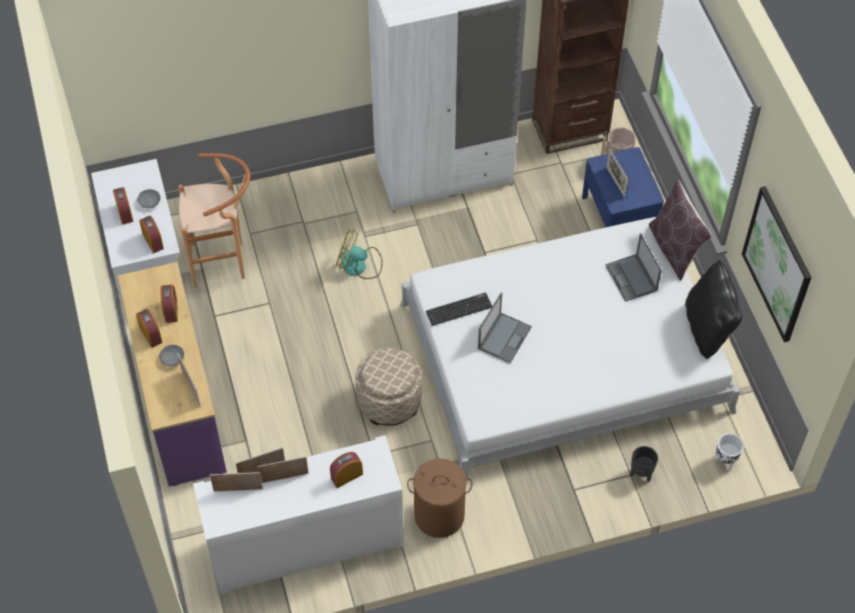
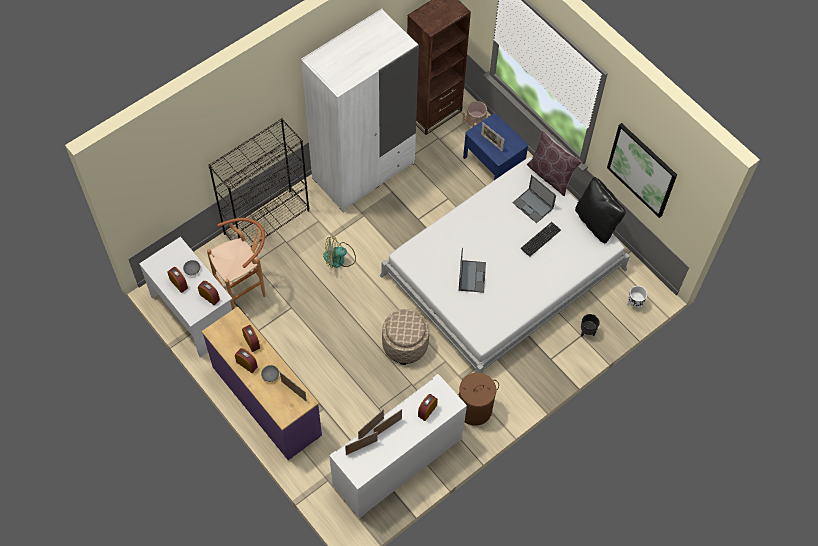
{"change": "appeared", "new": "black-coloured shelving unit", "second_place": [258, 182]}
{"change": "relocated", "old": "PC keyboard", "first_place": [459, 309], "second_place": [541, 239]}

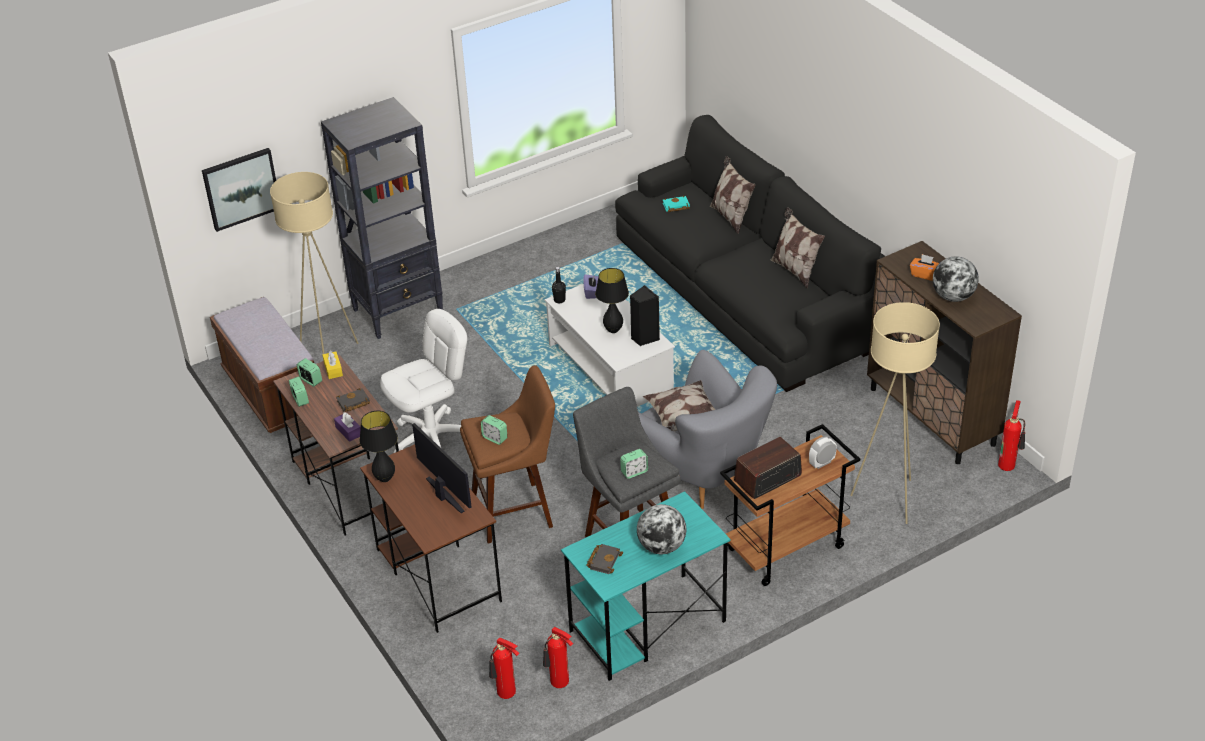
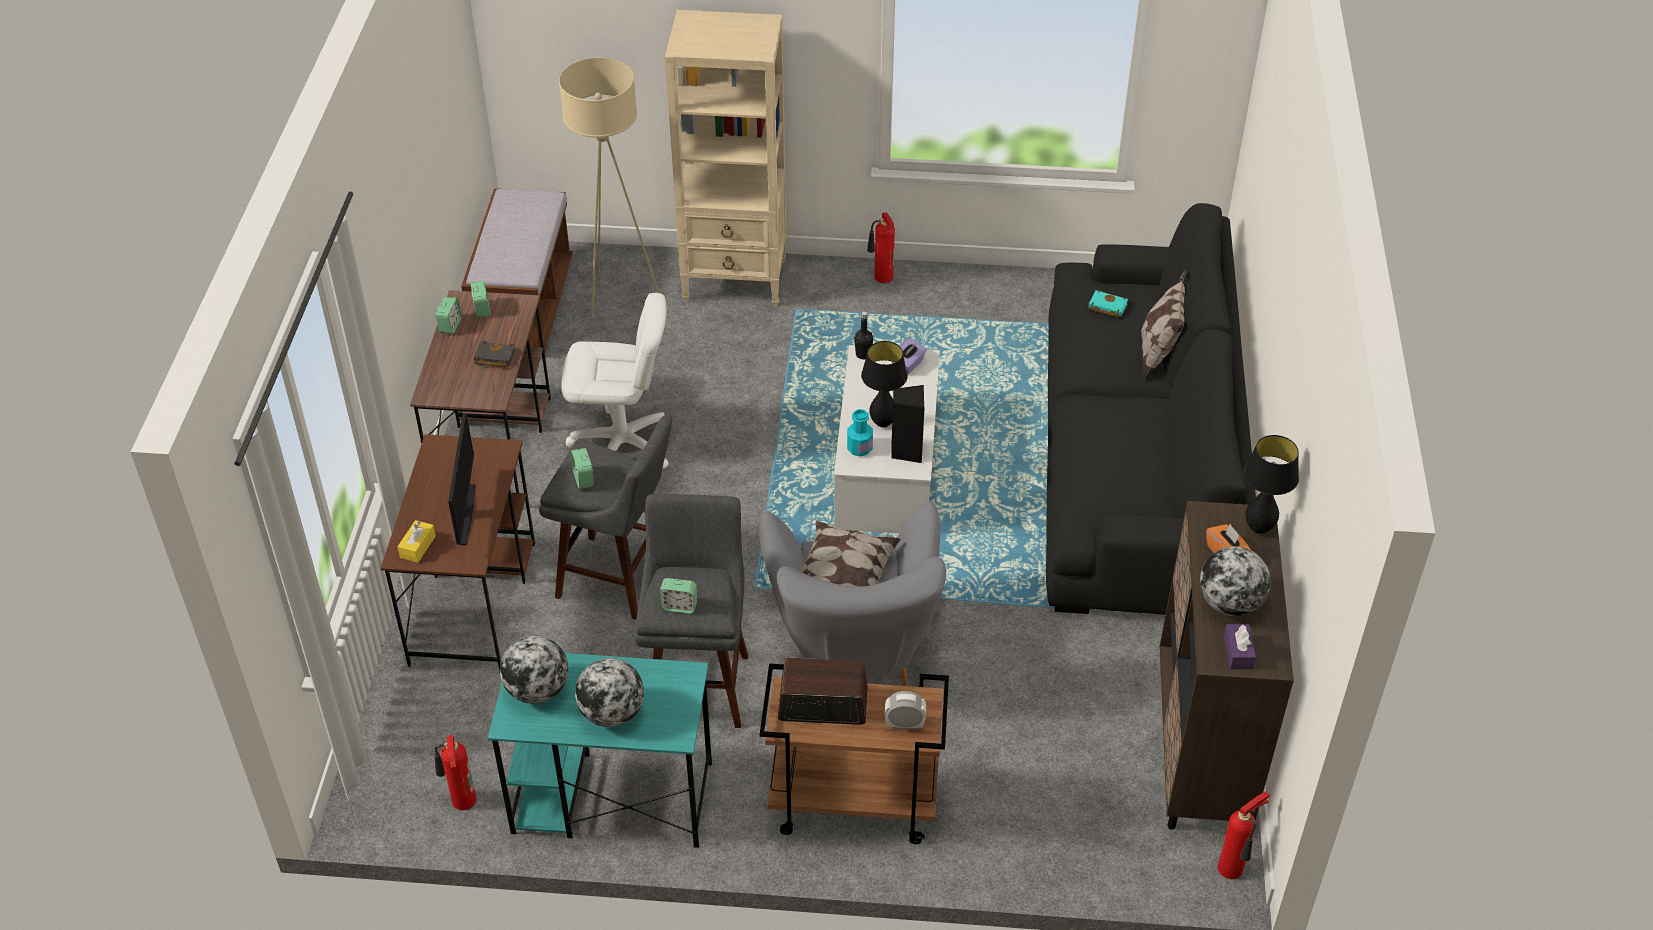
{"change": "missing", "old": "wall picture", "first_place": [239, 190]}
{"change": "missing", "old": "throw pillow", "first_place": [797, 247]}
{"change": "missing", "old": "sand-coloured standard lamp", "first_place": [895, 413]}
{"change": "appeared", "new": "turquoise bottle", "second_place": [860, 432]}
{"change": "relocated", "old": "yellow box of tissues", "first_place": [333, 364], "second_place": [416, 541]}
{"change": "relocated", "old": "purplish box of tissues", "first_place": [347, 427], "second_place": [1240, 646]}
{"change": "relocated", "old": "black-coloured tabletop lamp", "first_place": [378, 446], "second_place": [1271, 484]}
{"change": "relocated", "old": "extinguisher", "first_place": [504, 668], "second_place": [881, 247]}
{"change": "exchanged", "old": "black-coloured bound book", "new": "globe", "first_place": [605, 559], "second_place": [534, 669]}
{"change": "colour", "old": "black-coloured shelving unit", "new": "sand-coloured shelving unit", "first_place": [382, 218], "second_place": [725, 158]}
{"change": "colour", "old": "brown-coloured stool", "new": "greyish stool", "first_place": [507, 454], "second_place": [605, 517]}

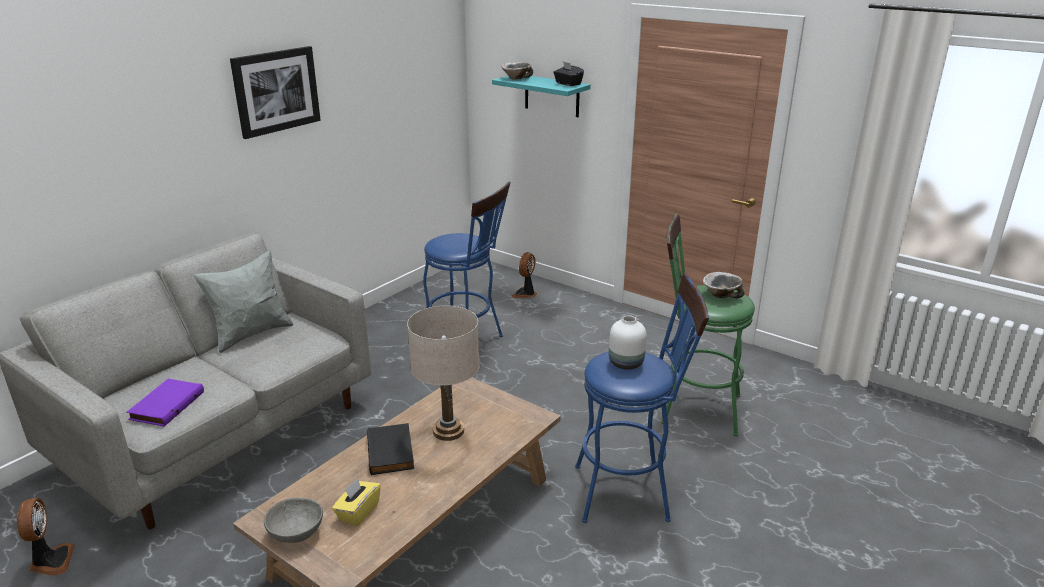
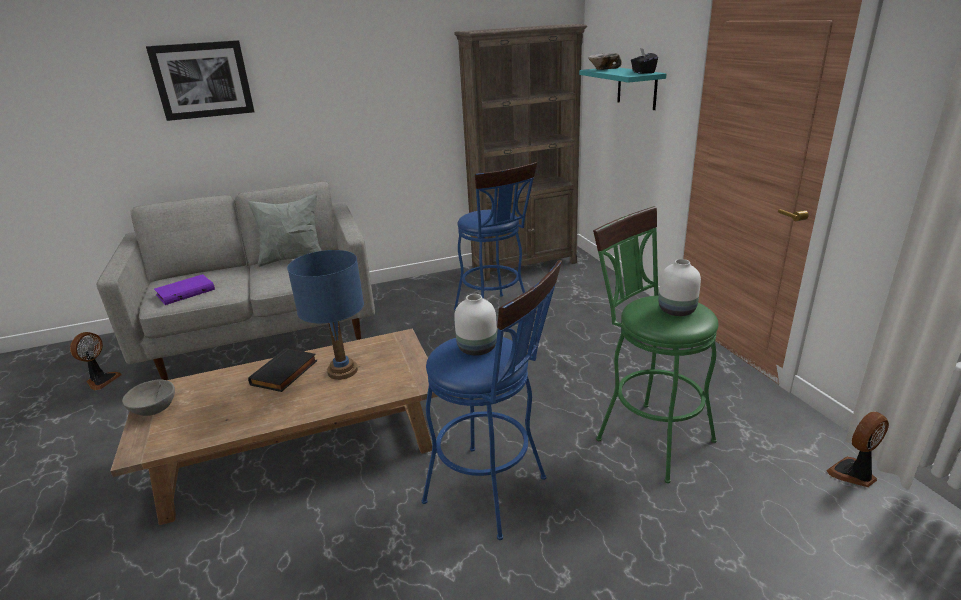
{"change": "missing", "old": "yellow box of tissues", "first_place": [356, 501]}
{"change": "appeared", "new": "brown-coloured shelving unit", "second_place": [520, 152]}
{"change": "relocated", "old": "wall picture", "first_place": [275, 92], "second_place": [200, 80]}
{"change": "relocated", "old": "cooling fan", "first_place": [524, 275], "second_place": [857, 449]}
{"change": "exchanged", "old": "deep dish", "new": "whitish flower vase", "first_place": [724, 285], "second_place": [679, 287]}
{"change": "colour", "old": "sand-coloured tabletop lamp", "new": "blue-coloured tabletop lamp", "first_place": [443, 373], "second_place": [325, 315]}

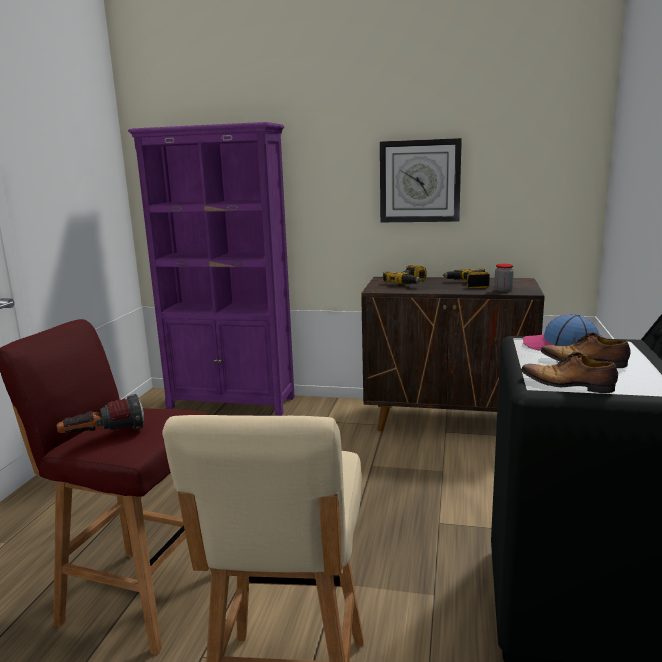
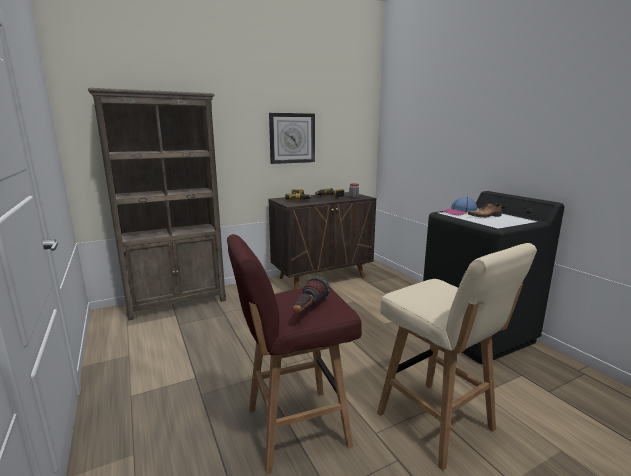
{"change": "missing", "old": "low shoe", "first_place": [569, 372]}
{"change": "colour", "old": "purplish shelving unit", "new": "brown-coloured shelving unit", "first_place": [211, 269], "second_place": [157, 204]}

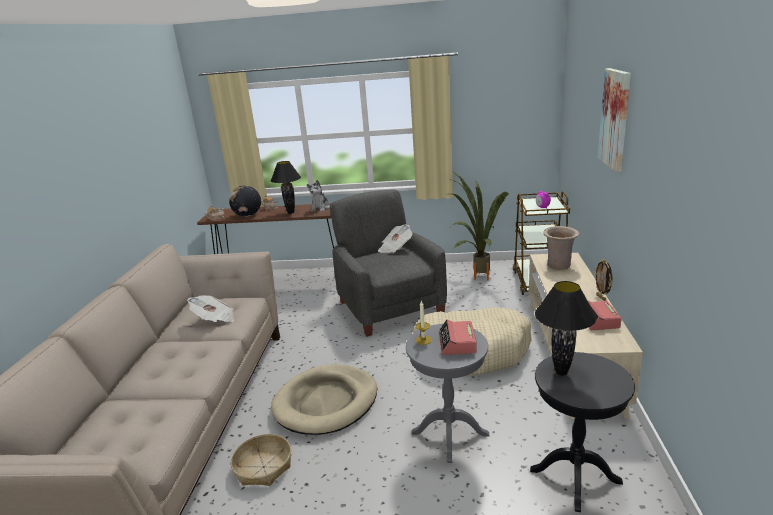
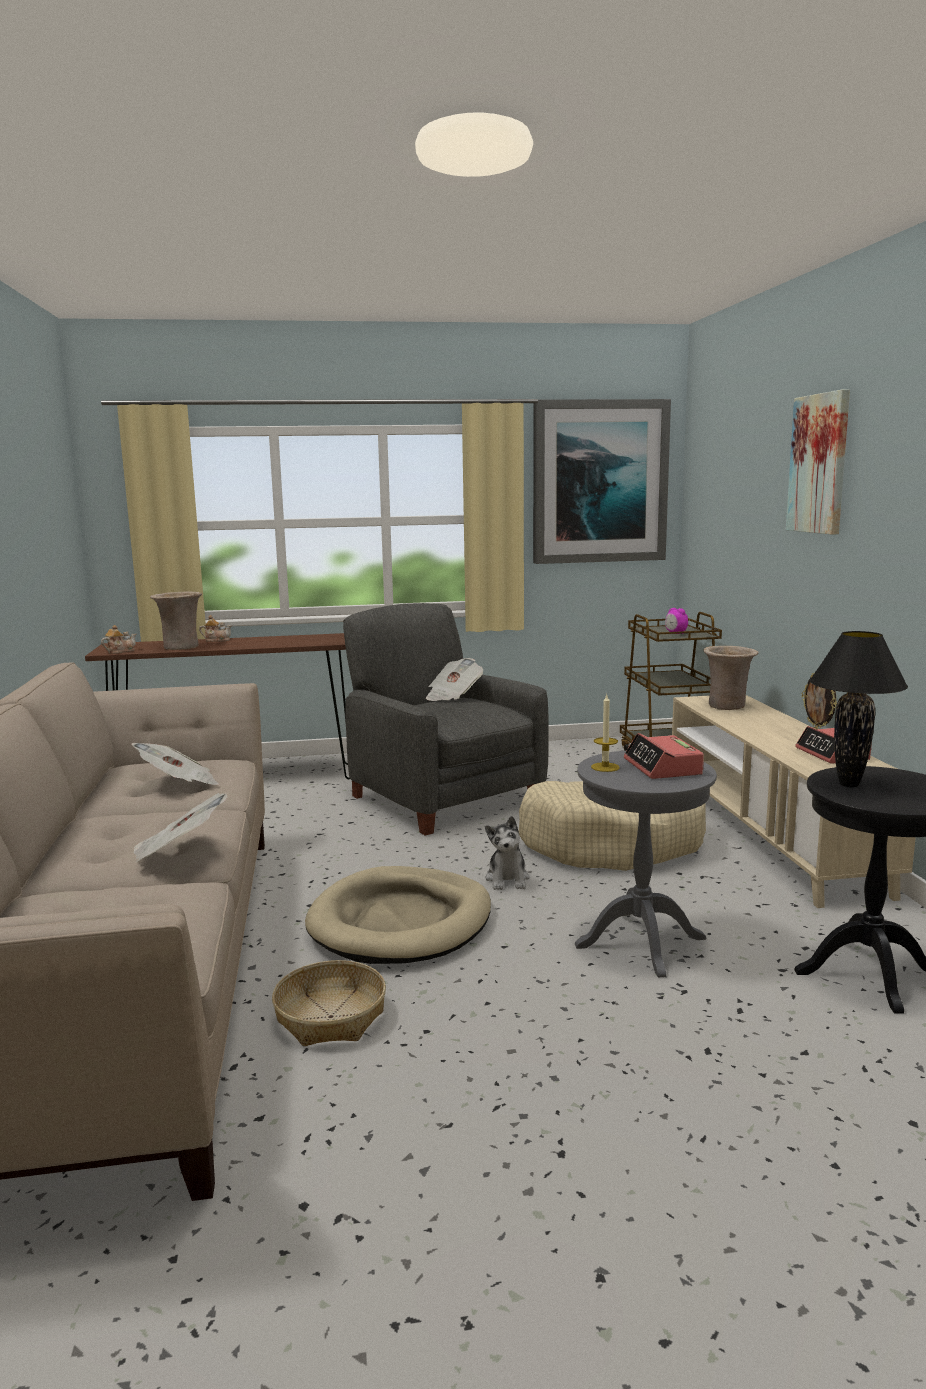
{"change": "missing", "old": "black-coloured tabletop lamp", "first_place": [286, 187]}
{"change": "missing", "old": "houseplant", "first_place": [479, 226]}
{"change": "appeared", "new": "daily paper", "second_place": [180, 827]}
{"change": "appeared", "new": "wall picture", "second_place": [602, 481]}
{"change": "relocated", "old": "cuddly toy", "first_place": [318, 196], "second_place": [507, 853]}
{"change": "exchanged", "old": "globe", "new": "sand-coloured flower vase", "first_place": [245, 201], "second_place": [176, 621]}

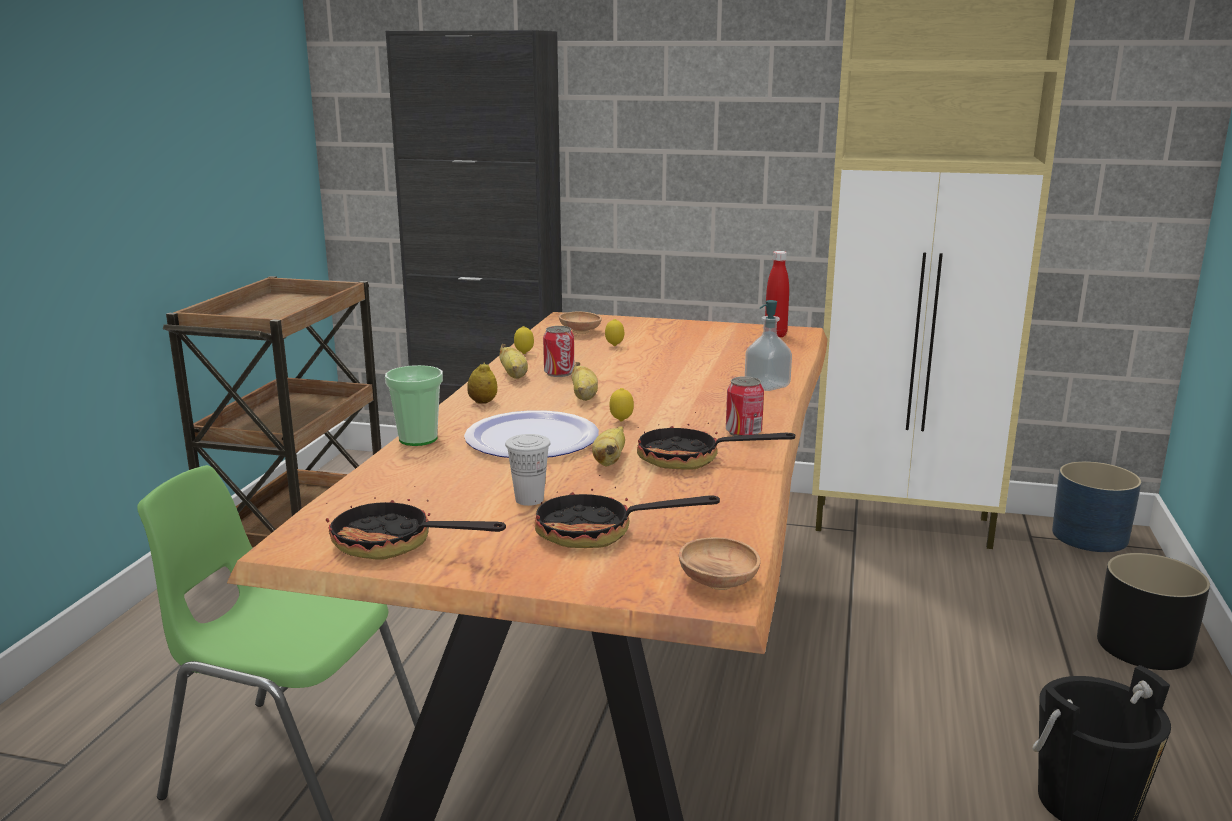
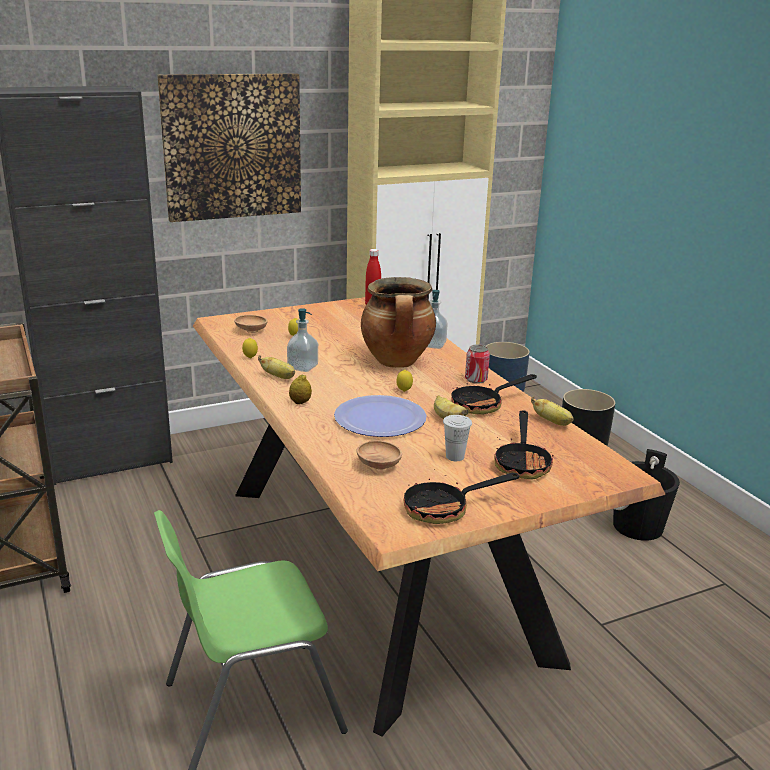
{"change": "missing", "old": "drinking cup", "first_place": [414, 405]}
{"change": "appeared", "new": "wall picture", "second_place": [229, 147]}
{"change": "appeared", "new": "cooking pot", "second_place": [398, 322]}
{"change": "relocated", "old": "banana fruit", "first_place": [585, 381], "second_place": [552, 411]}
{"change": "relocated", "old": "brown-coloured deep dish", "first_place": [720, 563], "second_place": [379, 455]}
{"change": "exchanged", "old": "can", "new": "soap bottle", "first_place": [558, 351], "second_place": [302, 340]}
{"change": "spun", "old": "frying pan", "first_place": [627, 511], "second_place": [524, 445], "degrees": -45}

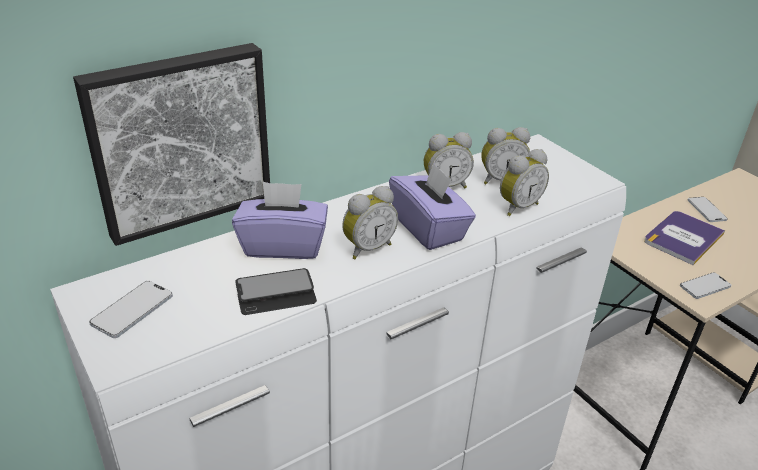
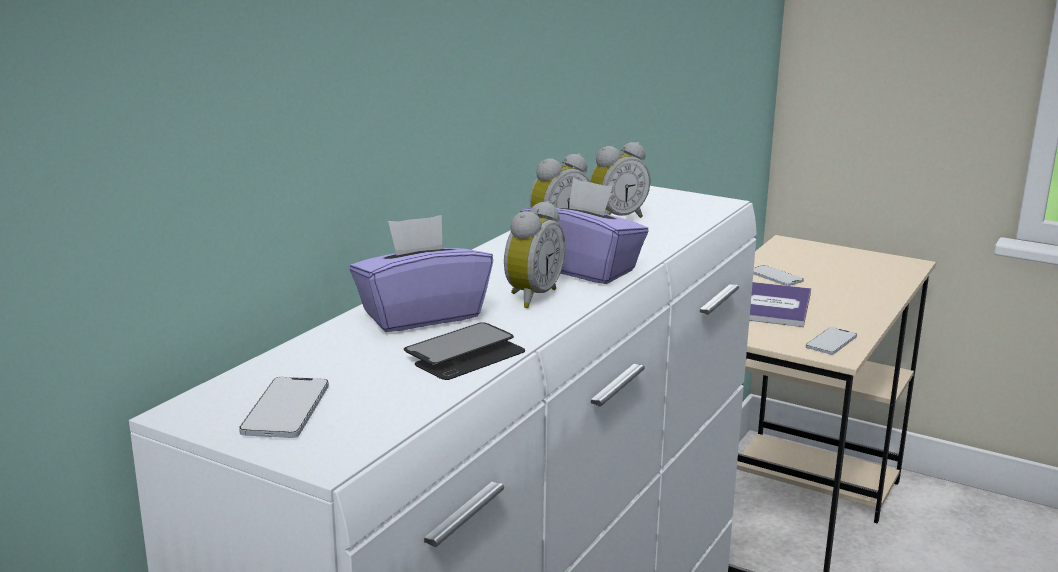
{"change": "missing", "old": "wall picture", "first_place": [171, 144]}
{"change": "missing", "old": "alarm clock", "first_place": [524, 182]}

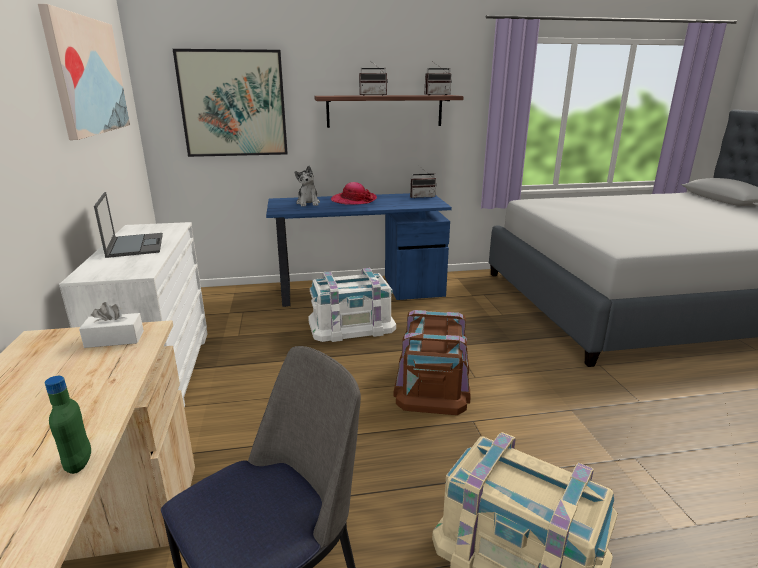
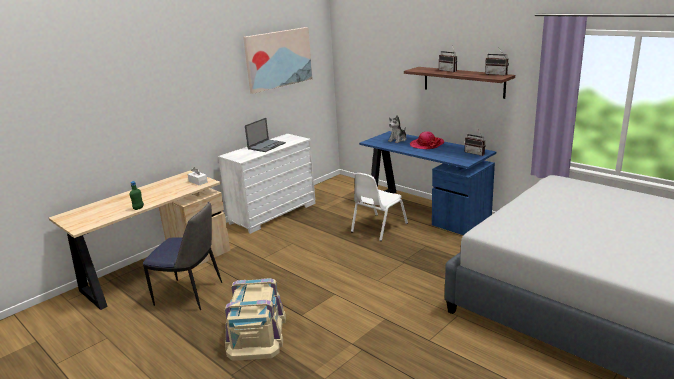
{"change": "missing", "old": "wall picture", "first_place": [230, 103]}
{"change": "missing", "old": "brown-coloured storage bin", "first_place": [432, 362]}
{"change": "exchanged", "old": "whitish storage bin", "new": "whitish plain chair", "first_place": [352, 305], "second_place": [379, 207]}

